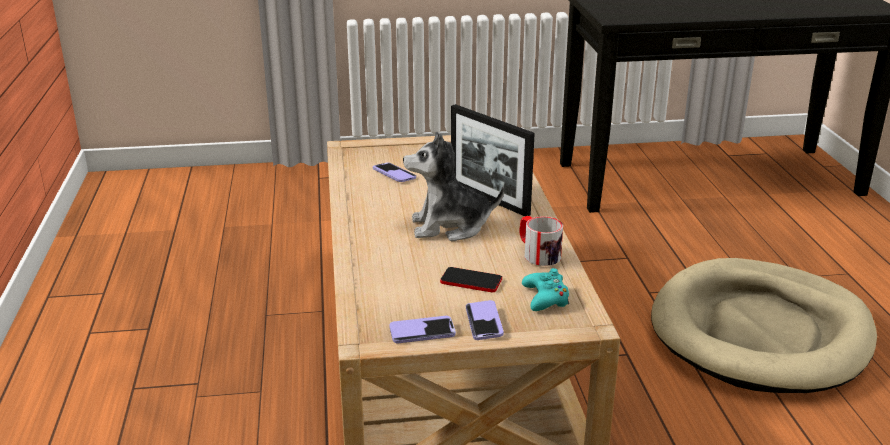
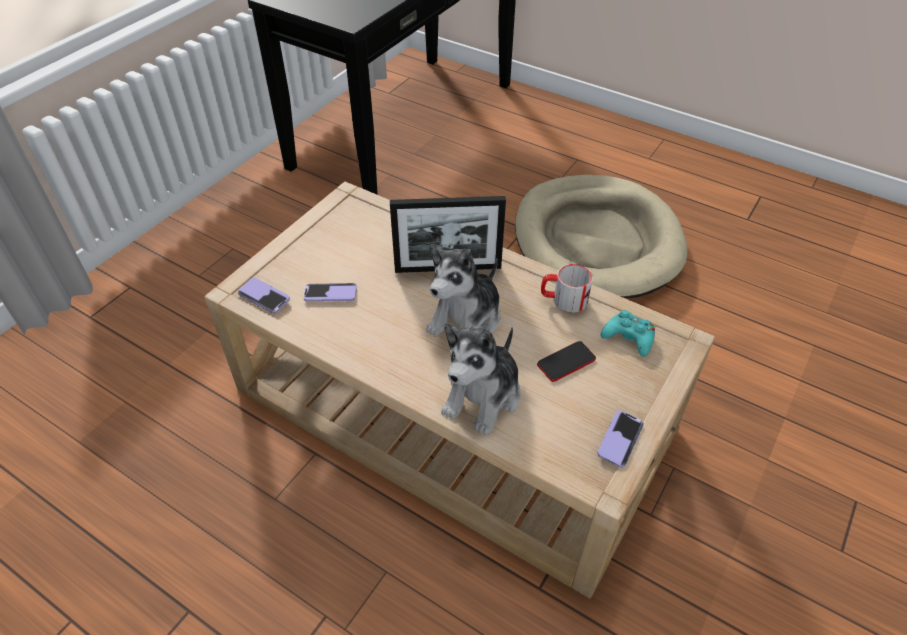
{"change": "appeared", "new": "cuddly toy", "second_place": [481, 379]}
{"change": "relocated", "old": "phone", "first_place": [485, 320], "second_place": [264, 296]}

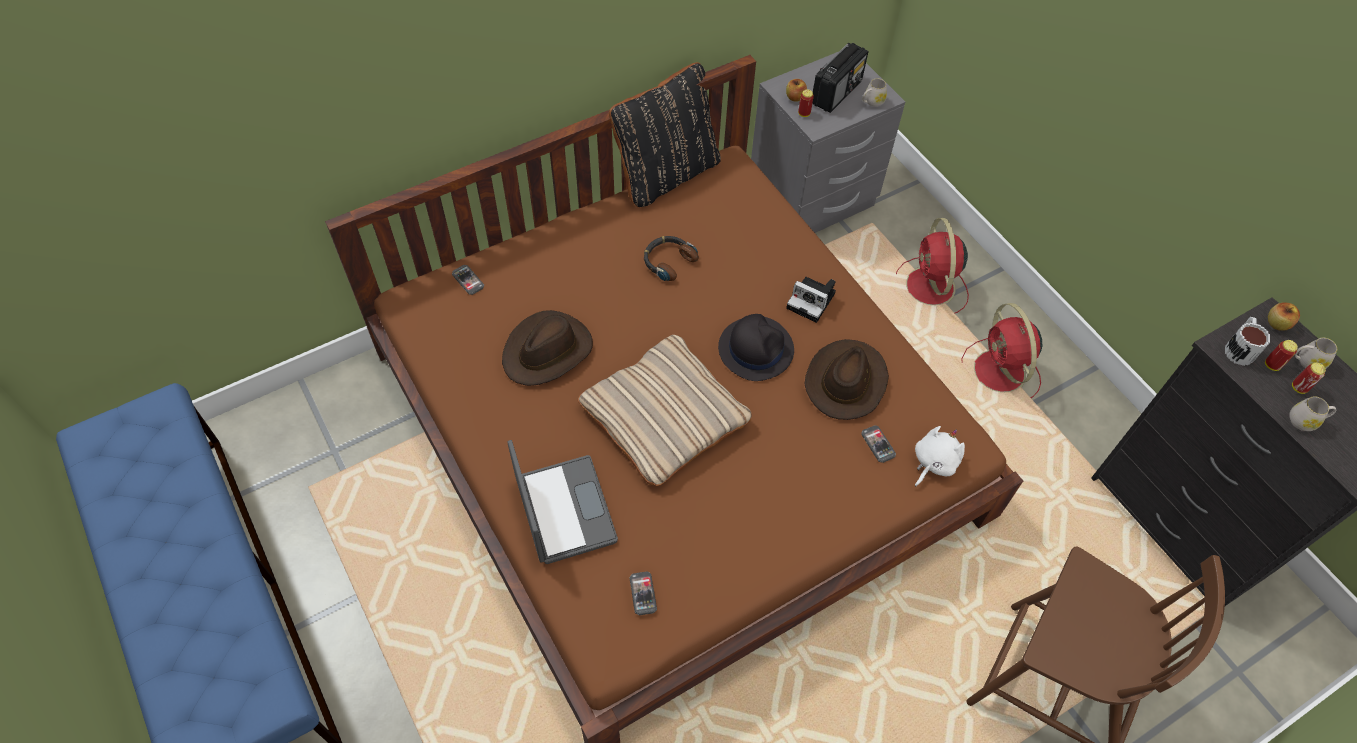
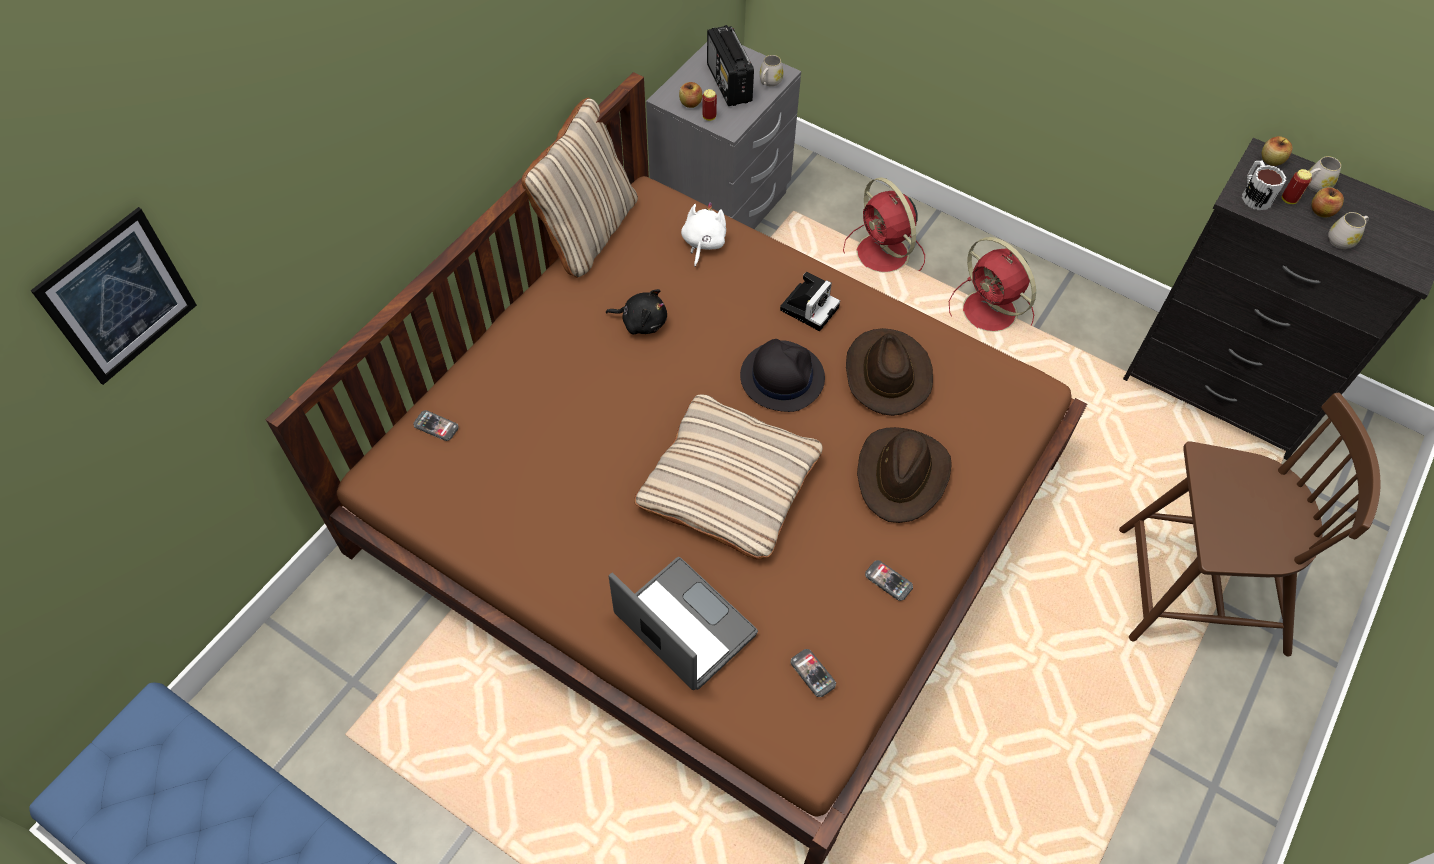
{"change": "appeared", "new": "wall picture", "second_place": [113, 296]}
{"change": "relocated", "old": "brown-coloured hat", "first_place": [547, 348], "second_place": [904, 475]}
{"change": "relocated", "old": "phone", "first_place": [878, 444], "second_place": [889, 580]}
{"change": "relocated", "old": "whitish cuddly toy", "first_place": [940, 456], "second_place": [703, 234]}
{"change": "exchanged", "old": "pair of headphones", "new": "black-coloured cuddly toy", "first_place": [671, 258], "second_place": [636, 312]}
{"change": "exchanged", "old": "can", "new": "apple", "first_place": [1309, 378], "second_place": [1327, 202]}
{"change": "colour", "old": "black-coloured throw pillow", "new": "sand-coloured throw pillow", "first_place": [665, 134], "second_place": [580, 188]}
{"change": "spun", "old": "photo camera", "first_place": [811, 300], "second_place": [810, 301], "degrees": -60}
{"change": "spun", "old": "radio receiver", "first_place": [840, 78], "second_place": [730, 65], "degrees": 150}

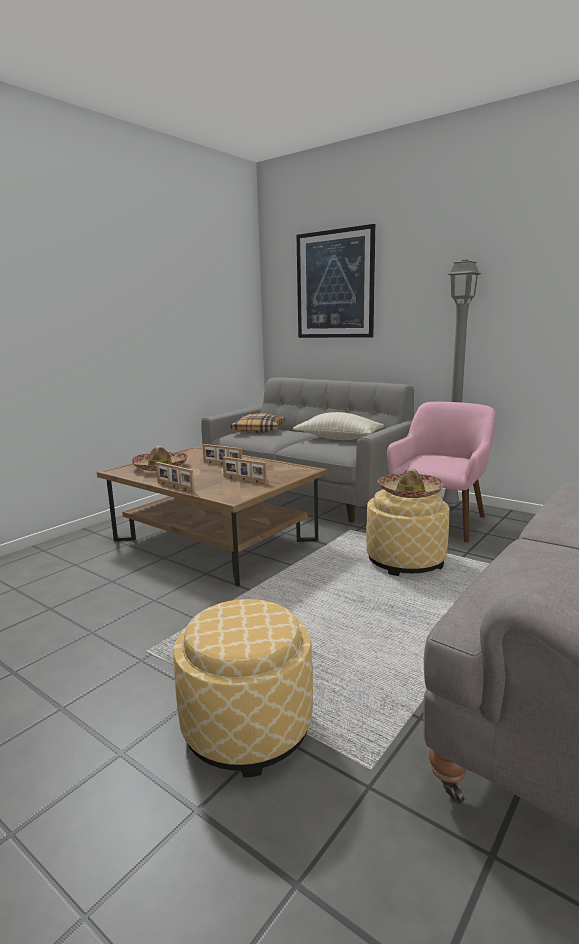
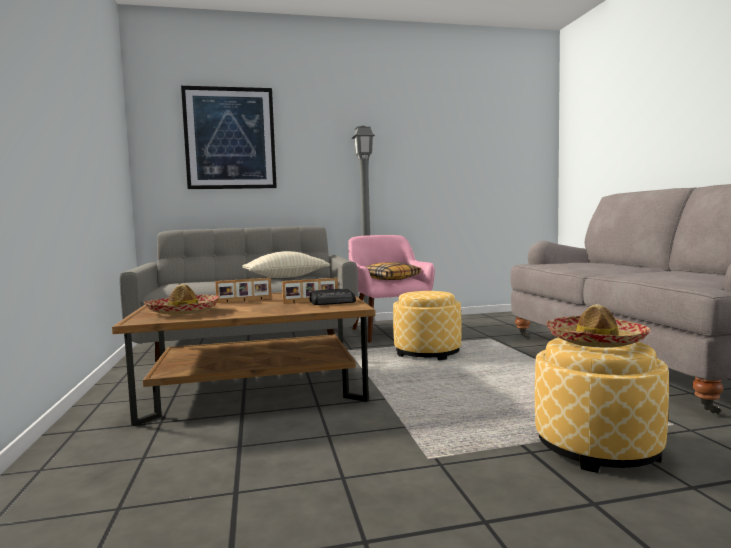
{"change": "missing", "old": "standing frame", "first_place": [175, 477]}
{"change": "appeared", "new": "radio receiver", "second_place": [333, 297]}
{"change": "relocated", "old": "throw pillow", "first_place": [258, 423], "second_place": [393, 271]}
{"change": "relocated", "old": "hat", "first_place": [411, 483], "second_place": [598, 326]}

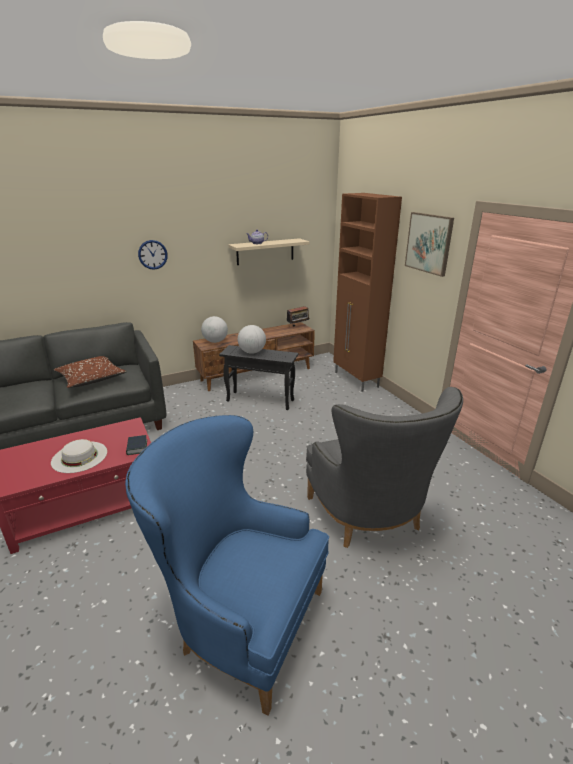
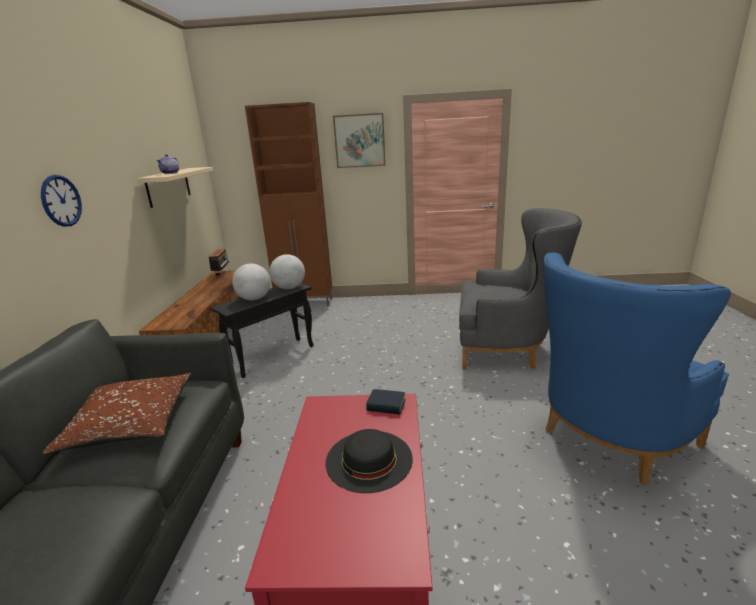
{"change": "relocated", "old": "globe", "first_place": [214, 329], "second_place": [287, 271]}
{"change": "colour", "old": "whitish hat", "new": "black-coloured hat", "first_place": [79, 456], "second_place": [369, 461]}

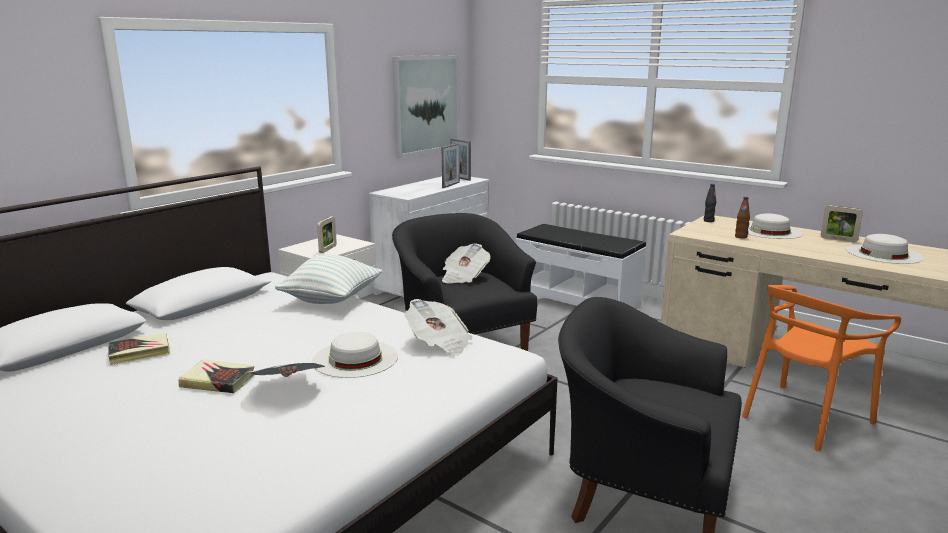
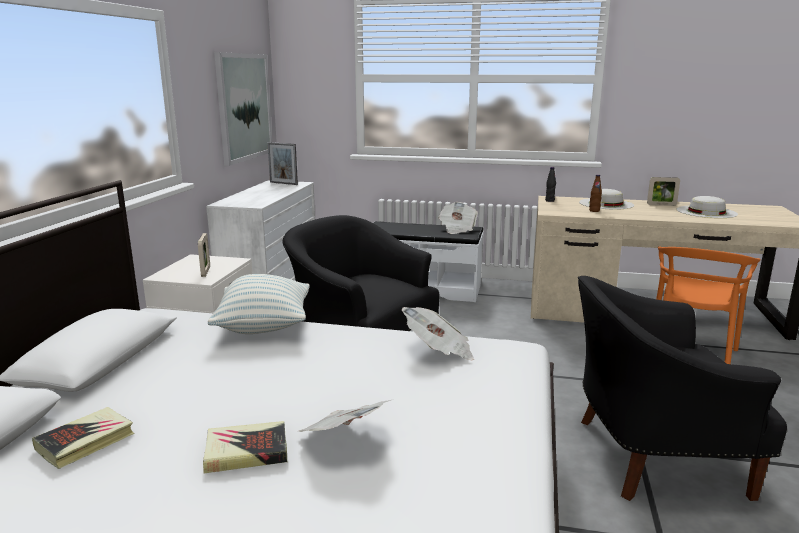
{"change": "missing", "old": "whitish hat", "first_place": [355, 355]}
{"change": "missing", "old": "standing frame", "first_place": [451, 165]}
{"change": "relocated", "old": "daily paper", "first_place": [466, 263], "second_place": [458, 218]}

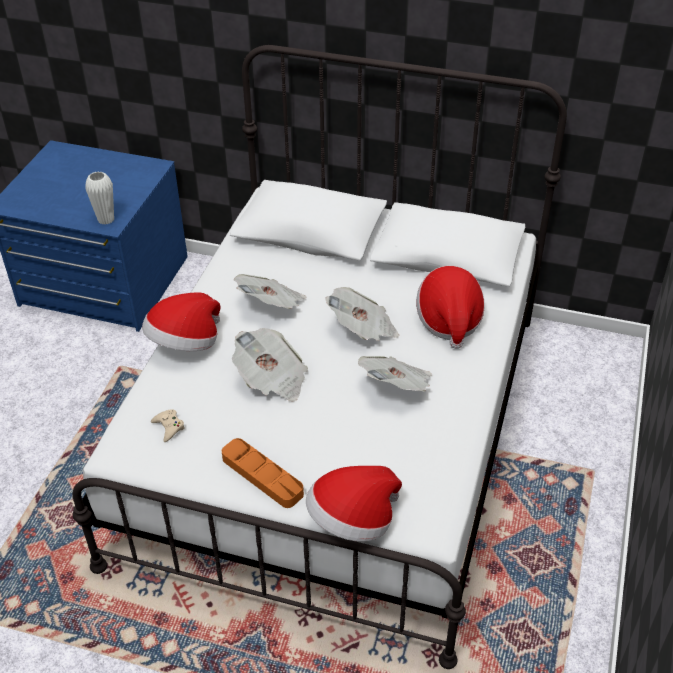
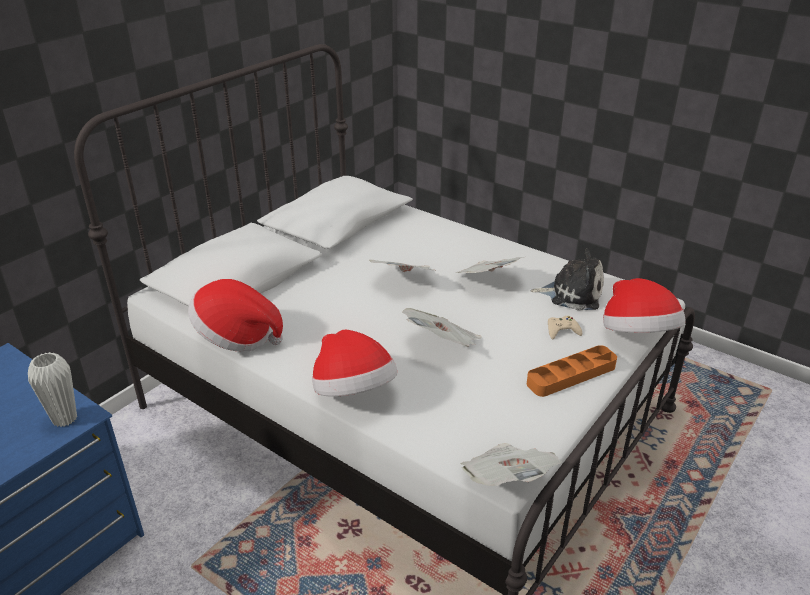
{"change": "appeared", "new": "cuddly toy", "second_place": [567, 279]}
{"change": "relocated", "old": "sand-coloured game controller", "first_place": [168, 425], "second_place": [565, 328]}
{"change": "relocated", "old": "daily paper", "first_place": [270, 291], "second_place": [511, 464]}
{"change": "relocated", "old": "hat", "first_place": [450, 307], "second_place": [235, 315]}

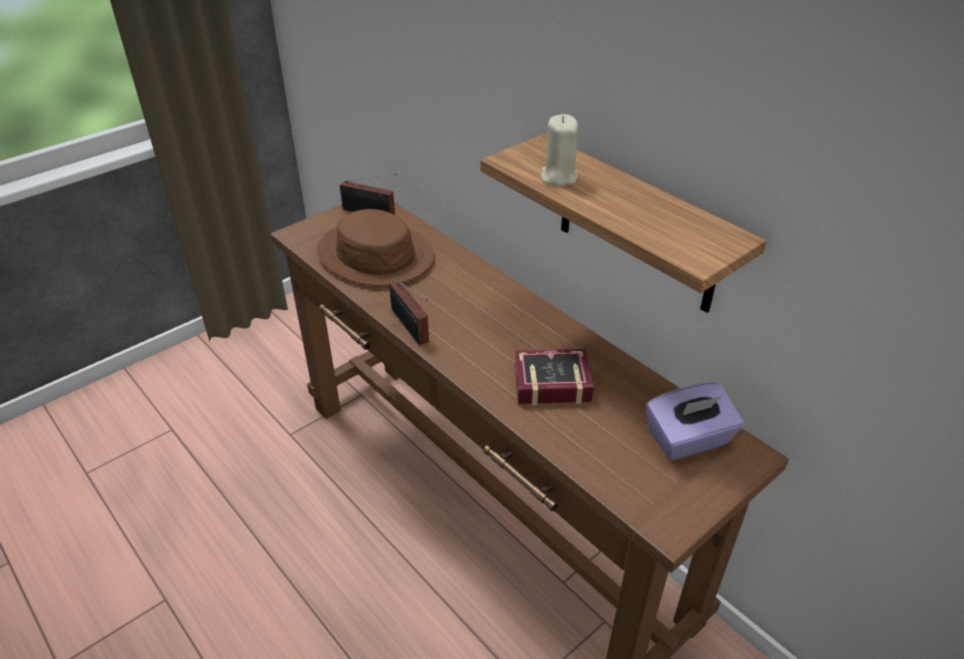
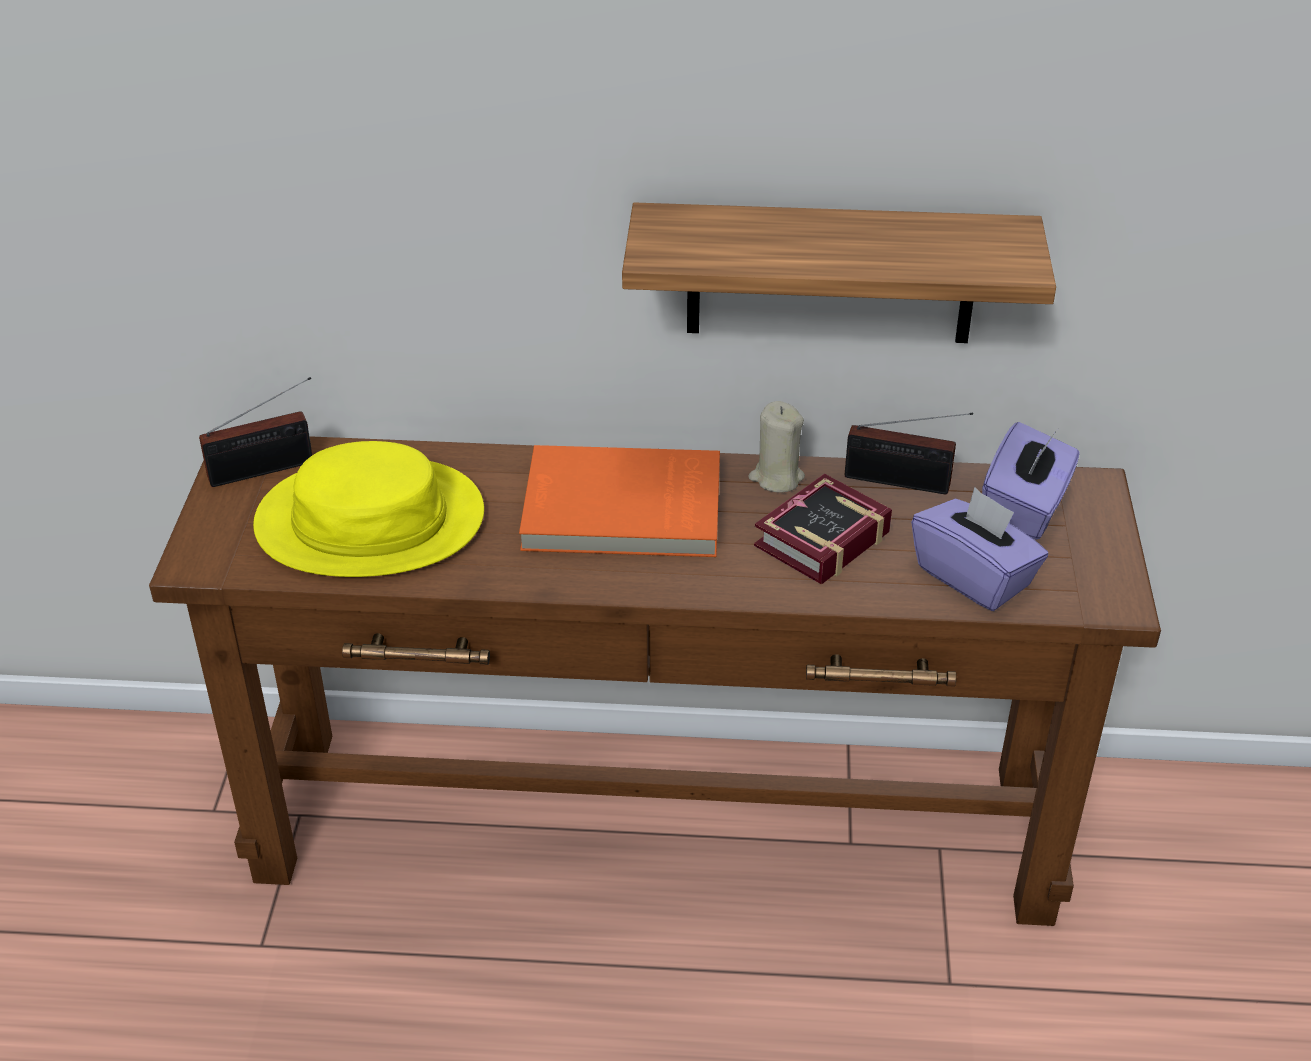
{"change": "appeared", "new": "orange-coloured bound book", "second_place": [619, 501]}
{"change": "appeared", "new": "purplish box of tissues", "second_place": [979, 549]}
{"change": "relocated", "old": "radio receiver", "first_place": [409, 313], "second_place": [909, 453]}
{"change": "relocated", "old": "sand-coloured wax light", "first_place": [559, 150], "second_place": [776, 447]}
{"change": "colour", "old": "brown-coloured hat", "new": "yellow hat", "first_place": [375, 247], "second_place": [368, 509]}

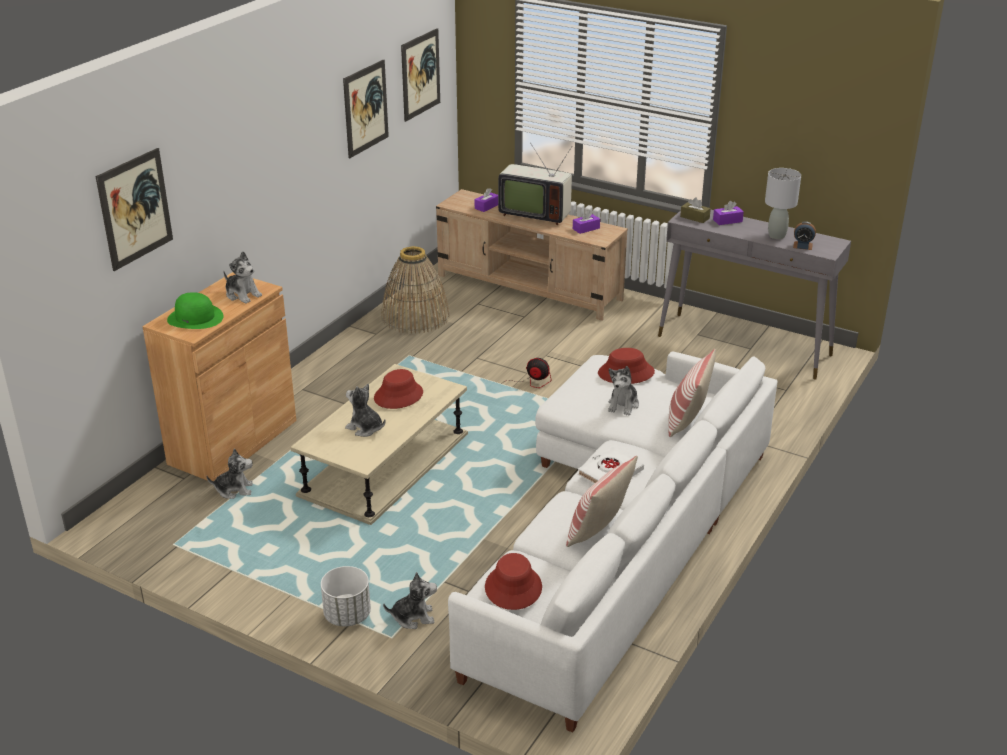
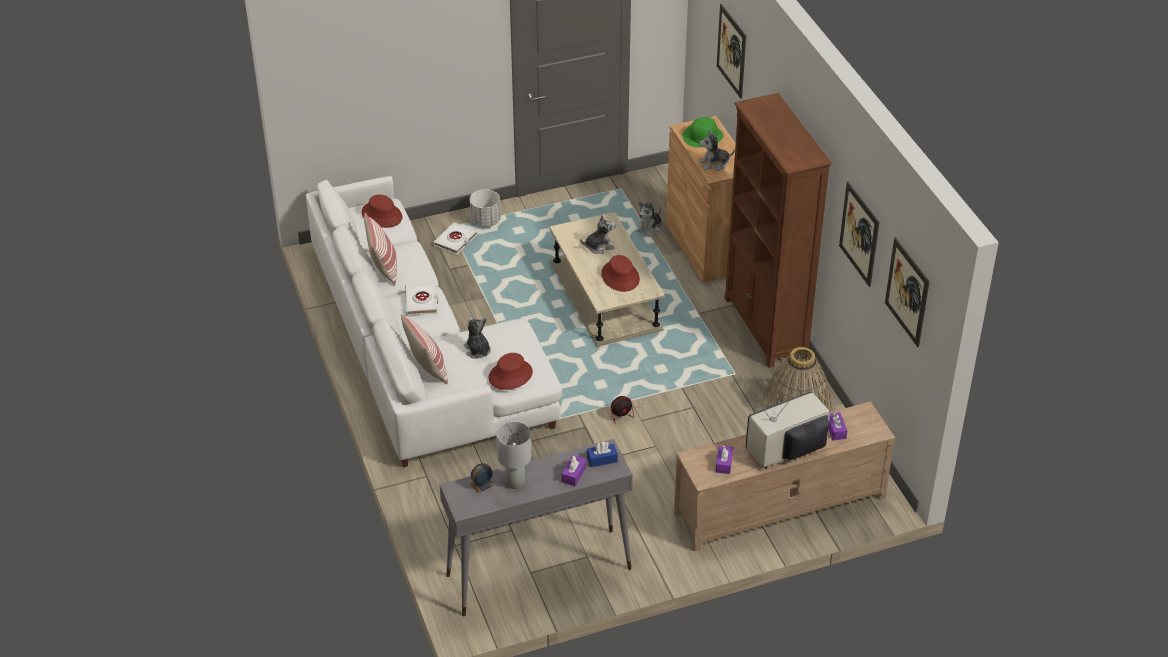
{"change": "appeared", "new": "brown-coloured shelving unit", "second_place": [778, 230]}
{"change": "exchanged", "old": "cuddly toy", "new": "whitish bound book", "first_place": [410, 600], "second_place": [455, 238]}
{"change": "colour", "old": "brown-coloured box of tissues", "new": "blue-coloured box of tissues", "first_place": [695, 210], "second_place": [602, 454]}

